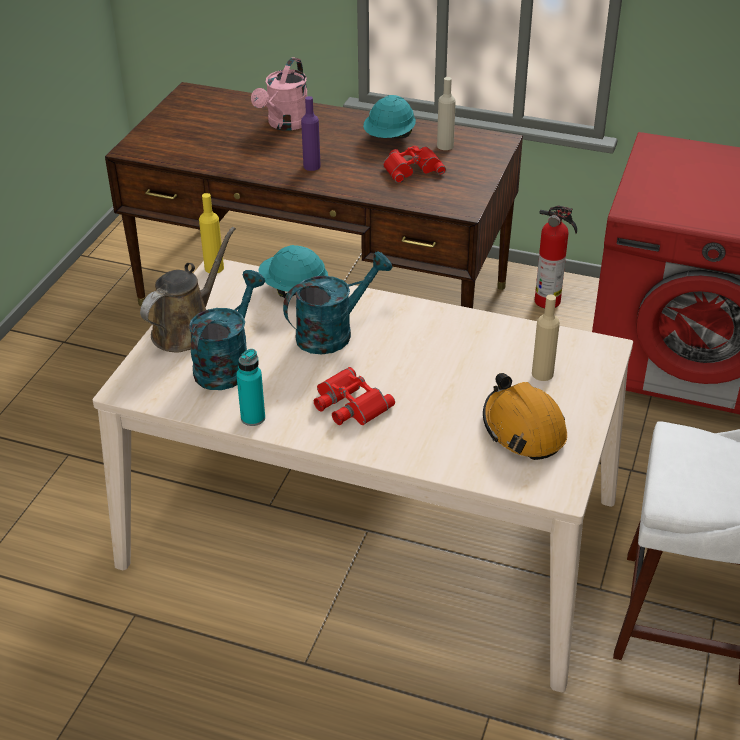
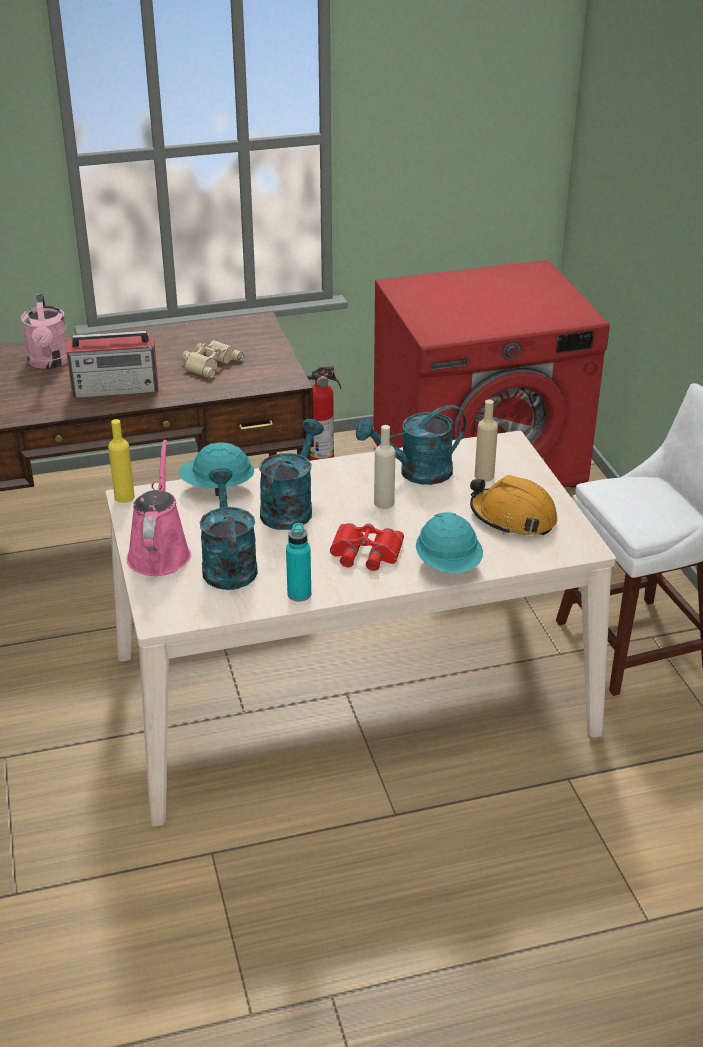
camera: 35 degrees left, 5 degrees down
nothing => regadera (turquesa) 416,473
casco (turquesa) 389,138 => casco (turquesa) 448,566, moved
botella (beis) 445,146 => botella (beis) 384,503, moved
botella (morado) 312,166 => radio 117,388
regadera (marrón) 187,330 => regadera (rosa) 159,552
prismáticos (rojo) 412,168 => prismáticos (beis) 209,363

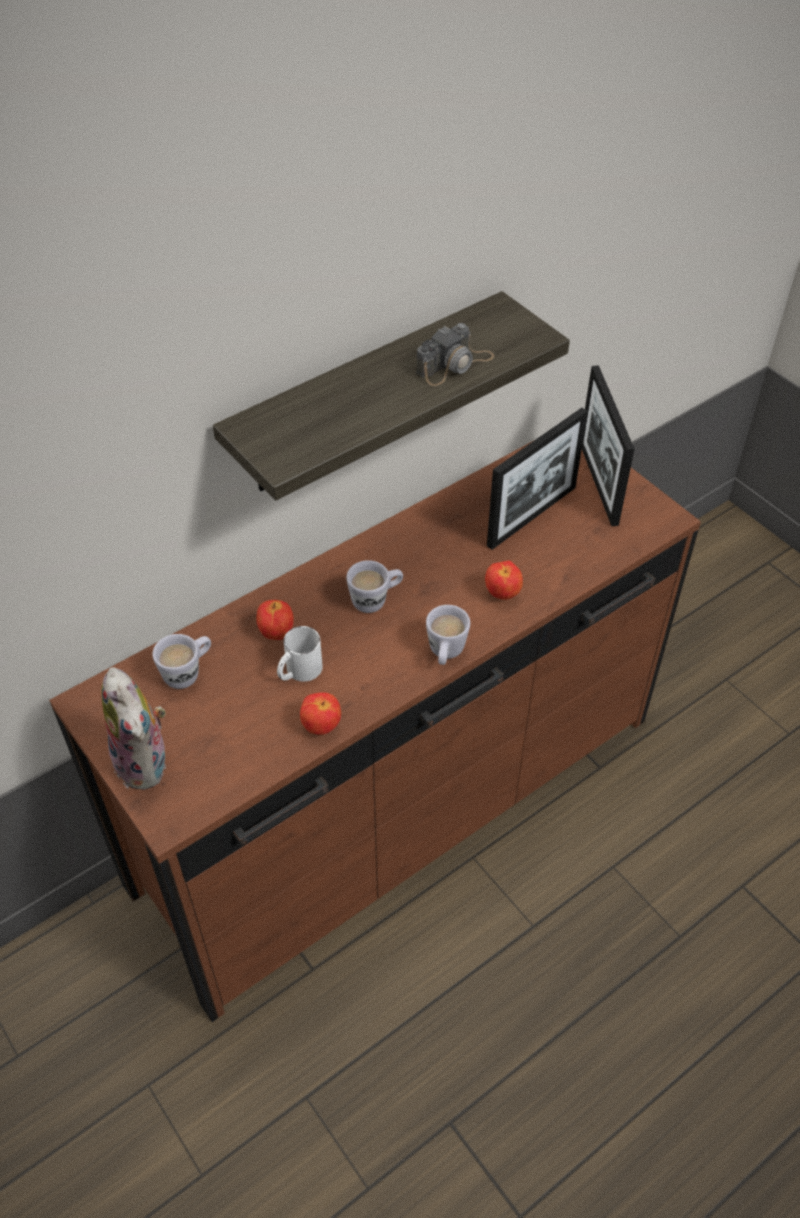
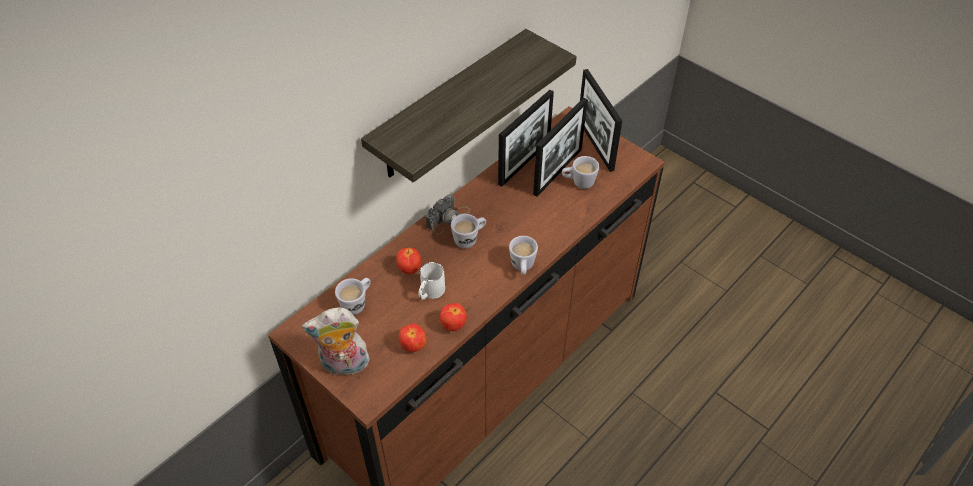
camera: 10 degrees left, 0 degrees up
nothing => portarretratos 524,162
nothing => taza grande (blanco) 578,183
cámara 455,364 => cámara 448,218, moved
manzana 502,594 => manzana 413,346, moved
peluche 146,762 => peluche 344,366, 120 degrees clockwise

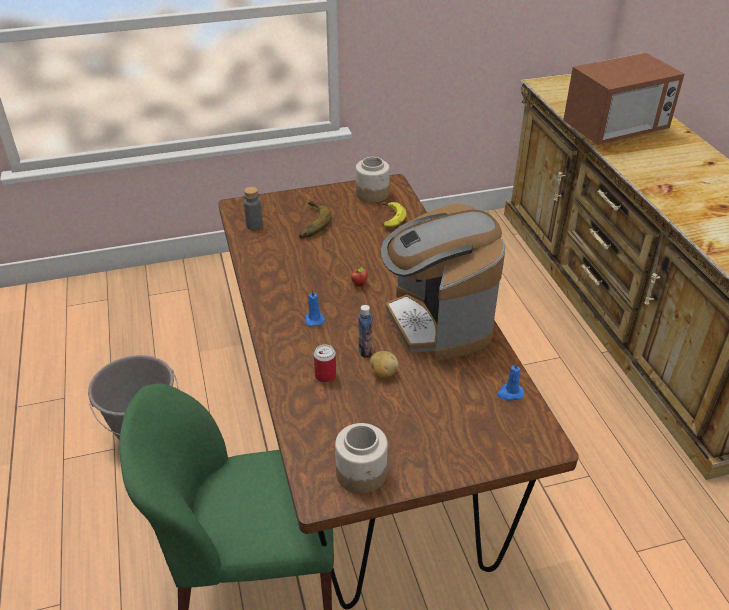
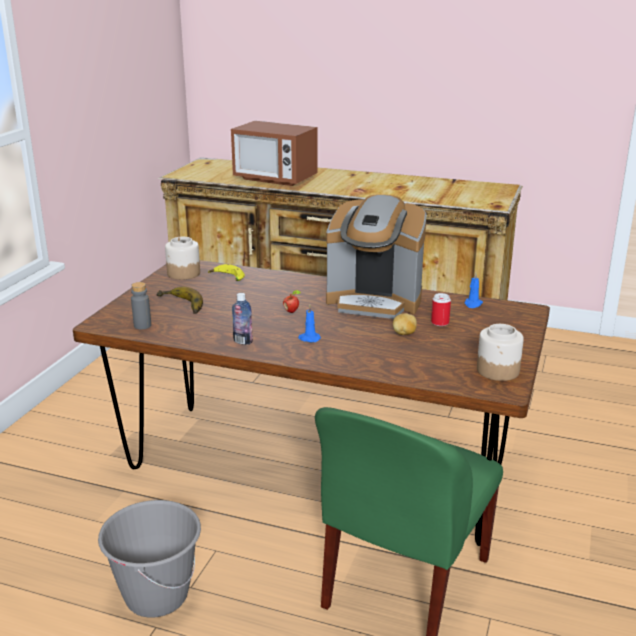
camera: 55 degrees left, 15 degrees down
lata 325,376 => lata 440,323, moved
botella 365,351 => botella 243,341, moved
microondas 615,130 => microondas 275,179, 105 degrees clockwise

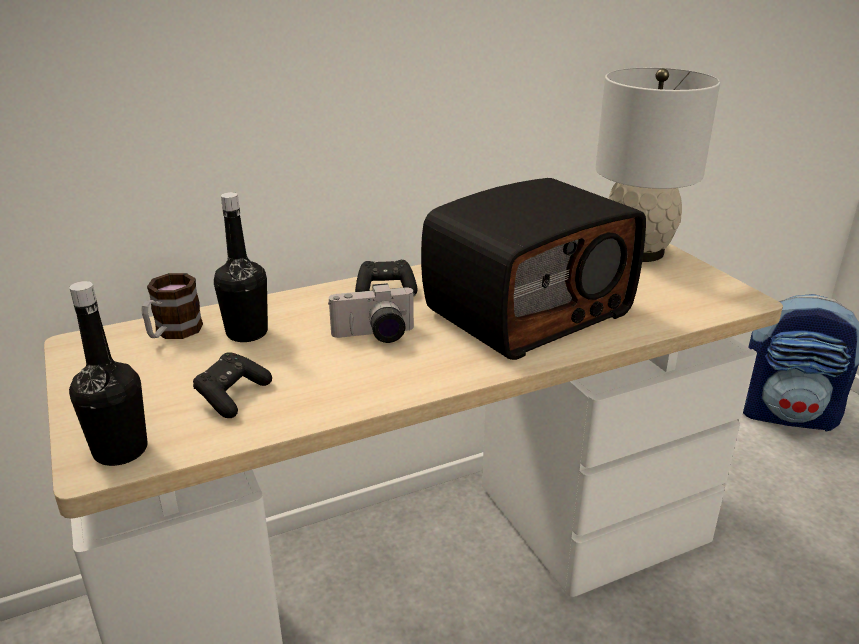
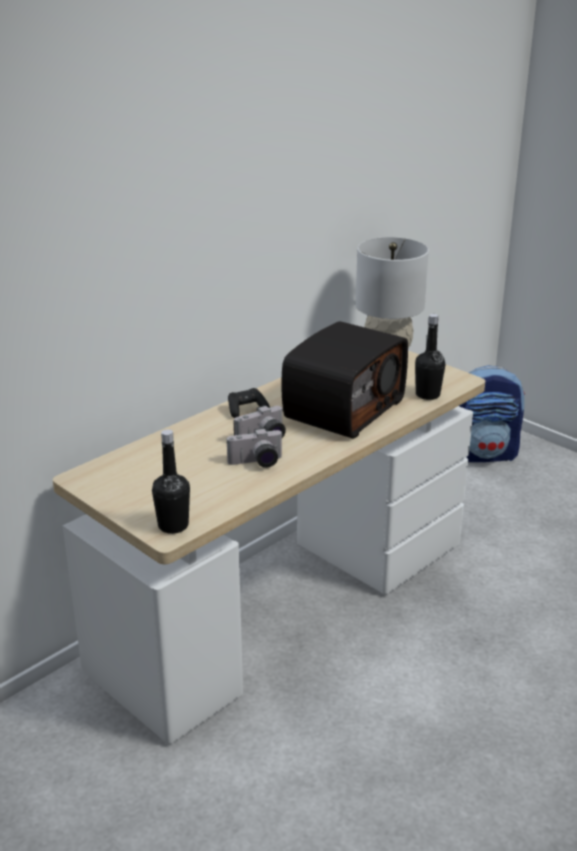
camera: 20 degrees left, 0 degrees up
taza grande 173,333 => nothing
mando de consola (negro) 232,396 => nothing
nothing => cámara 256,463
botella (negro) 247,333 => botella (negro) 427,395, moved

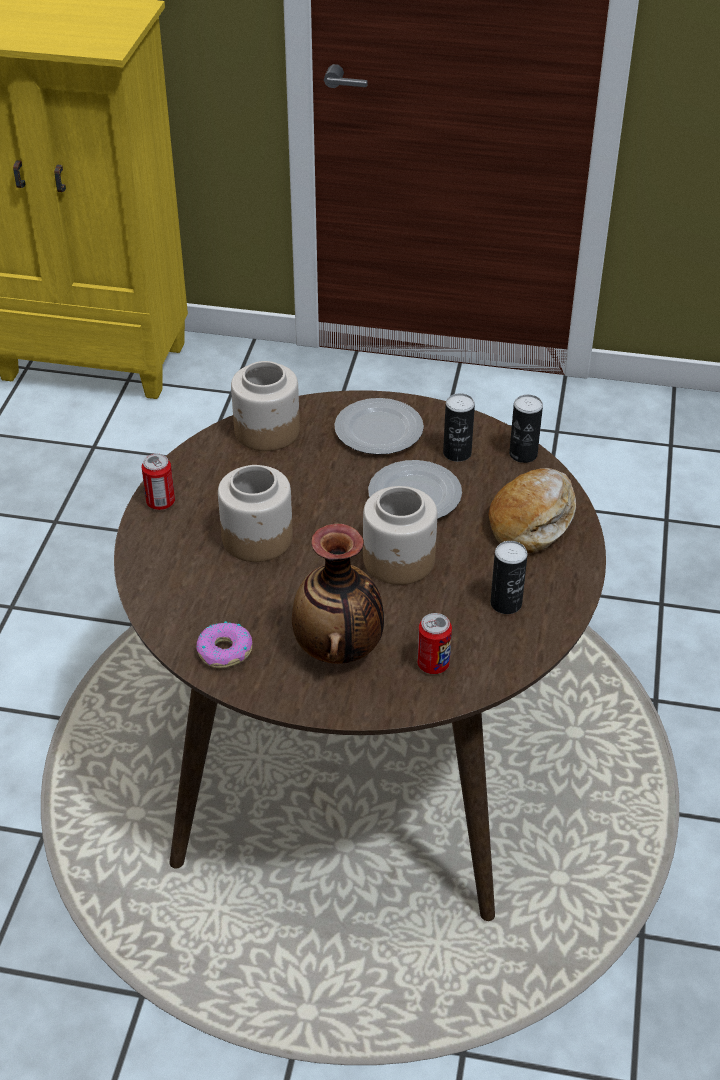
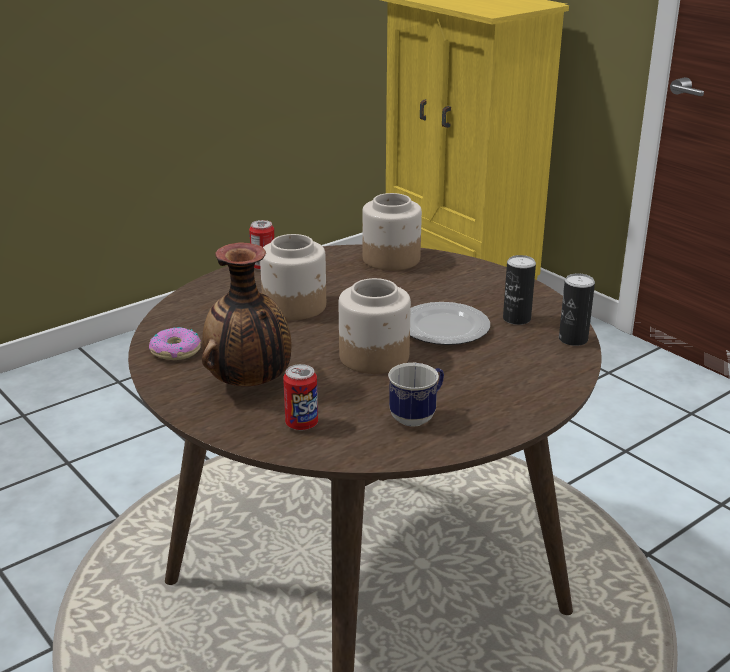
camera: 40 degrees right, 15 degrees down
plato 379,430 => nothing
pan 532,520 => nothing
lata 506,603 => taza grande 417,416

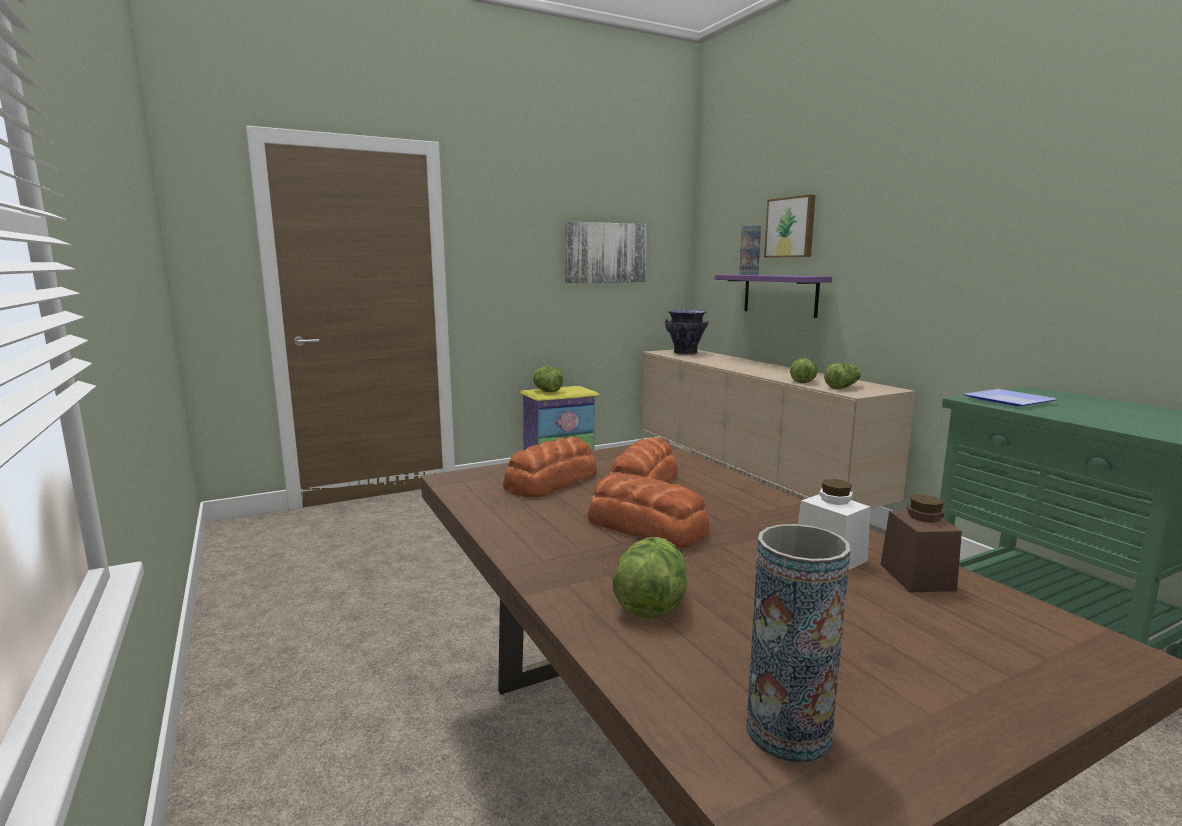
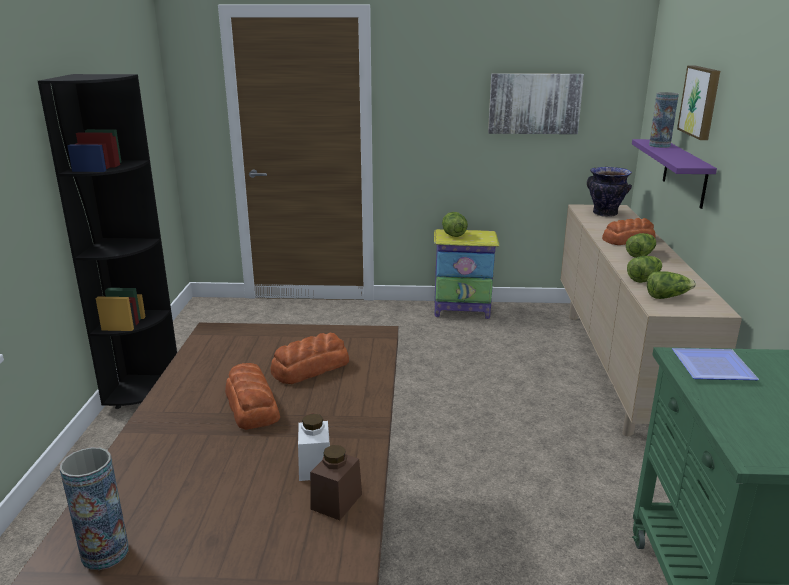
camera: 30 degrees right, 10 degrees up
nothing => estantería (negro) 142,396
pan 550,482 => pan 627,239, moved
lechuga 650,599 => lechuga 640,254, moved

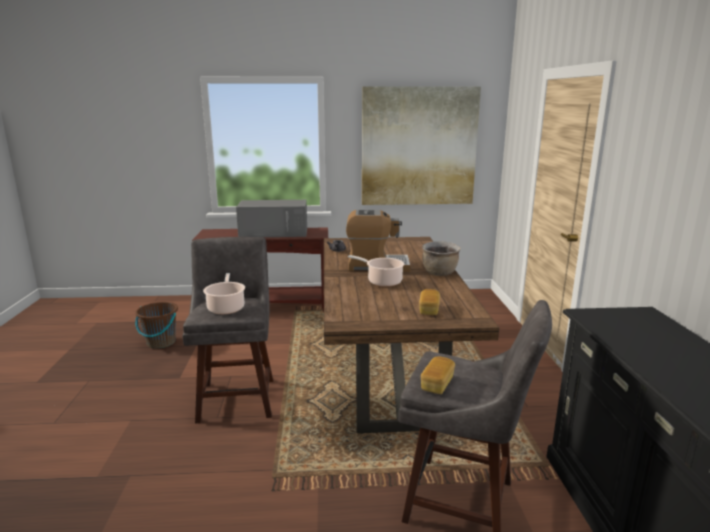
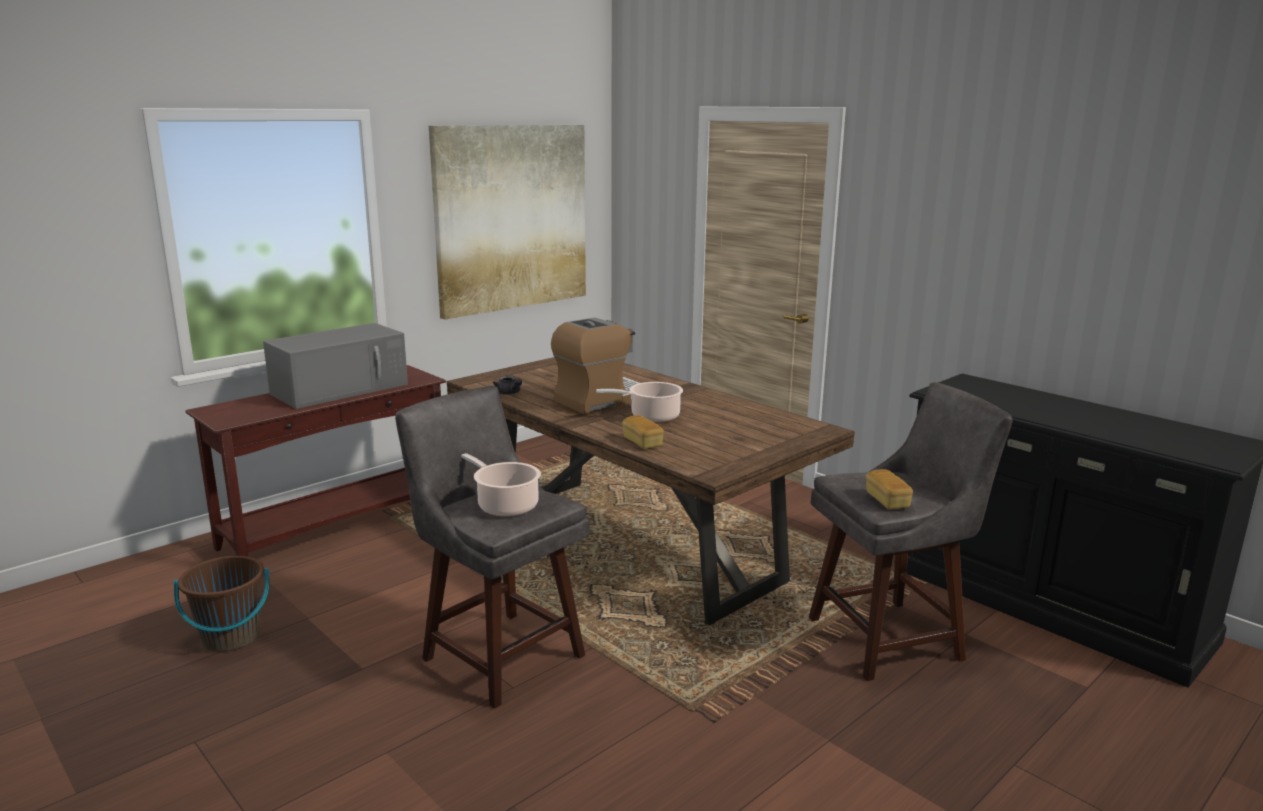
camera: 40 degrees left, 0 degrees up
olla (marrón) 440,273 => nothing
pan 429,310 => pan 642,442, moved

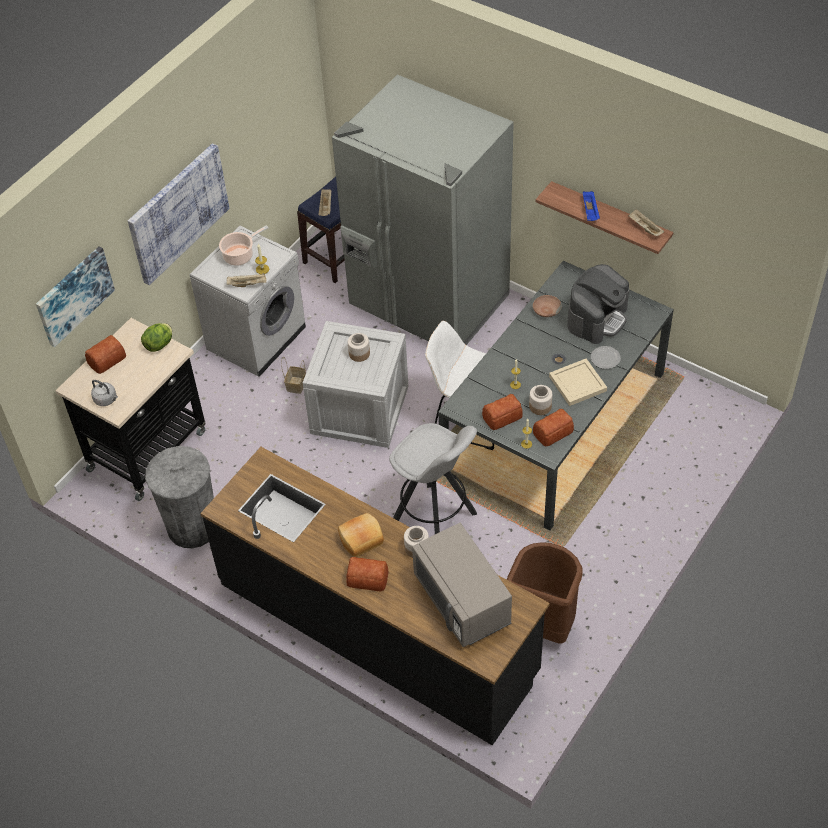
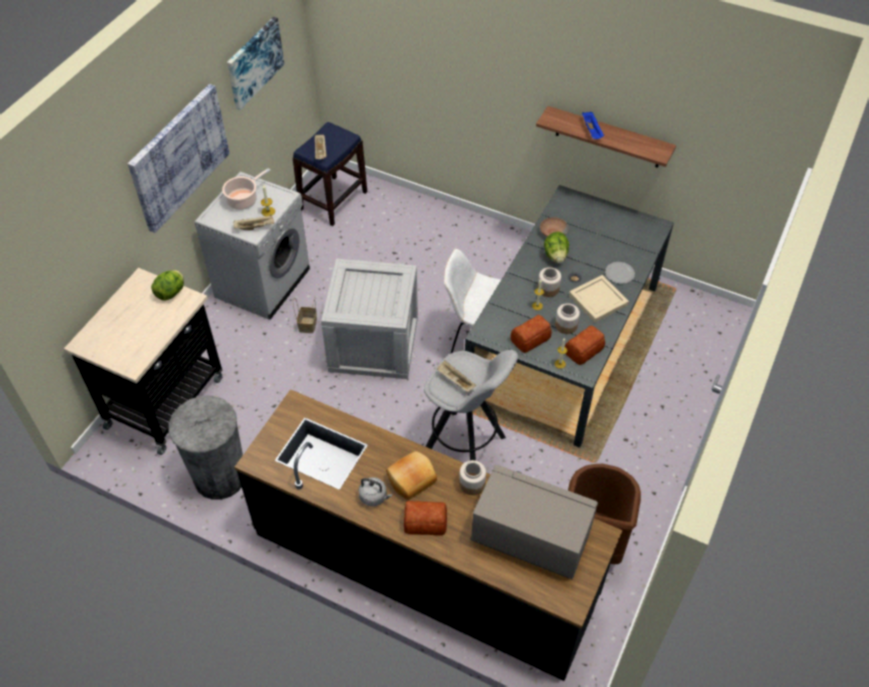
camera: 10 degrees left, 0 degrees up
pan 105,359 => nothing
nevera (gris) 429,302 => nothing
cafetera 597,318 => nothing
nothing => lechuga 555,256
cuadro 74,295 => cuadro 254,62, moved
hervidor (gris) 106,400 => hervidor (gris) 374,497, moved
tarro 359,354 => tarro 548,289, moved
bandeja (beis) 644,228 => bandeja (beis) 455,381, moved
microondas (gris) 462,600 => microondas (gris) 530,537, 150 degrees clockwise

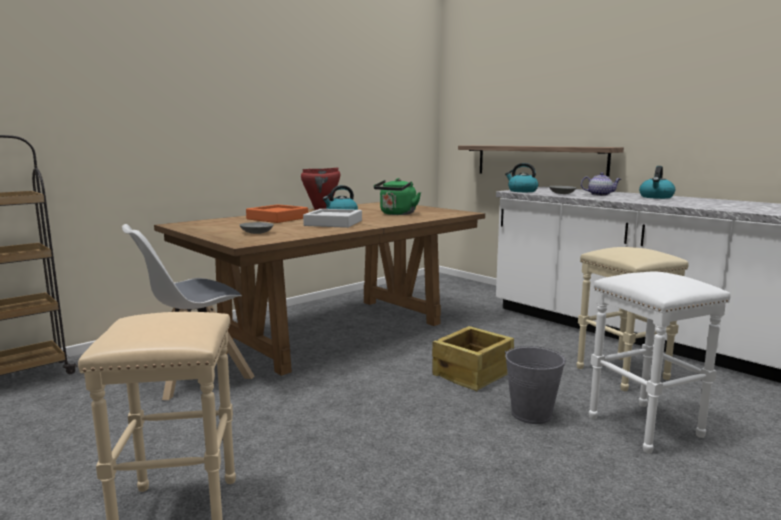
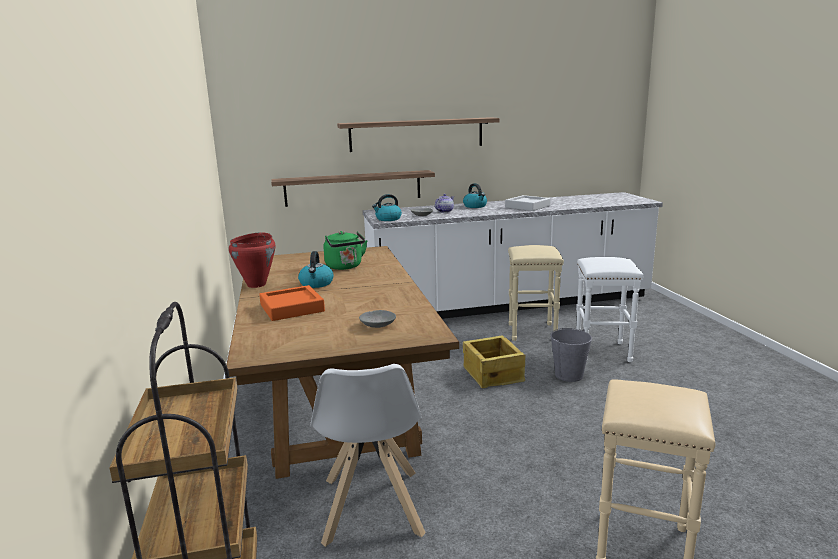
camera: 60 degrees left, 5 degrees up
nothing => estante 416,134
bandeja (gris) 333,223 => bandeja (gris) 527,206, moved

